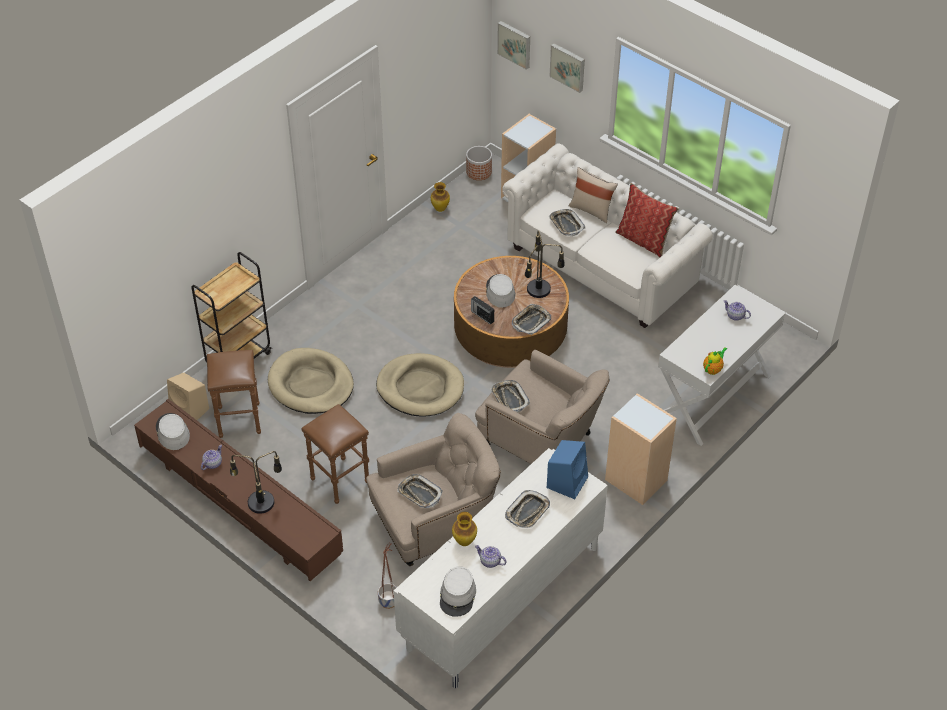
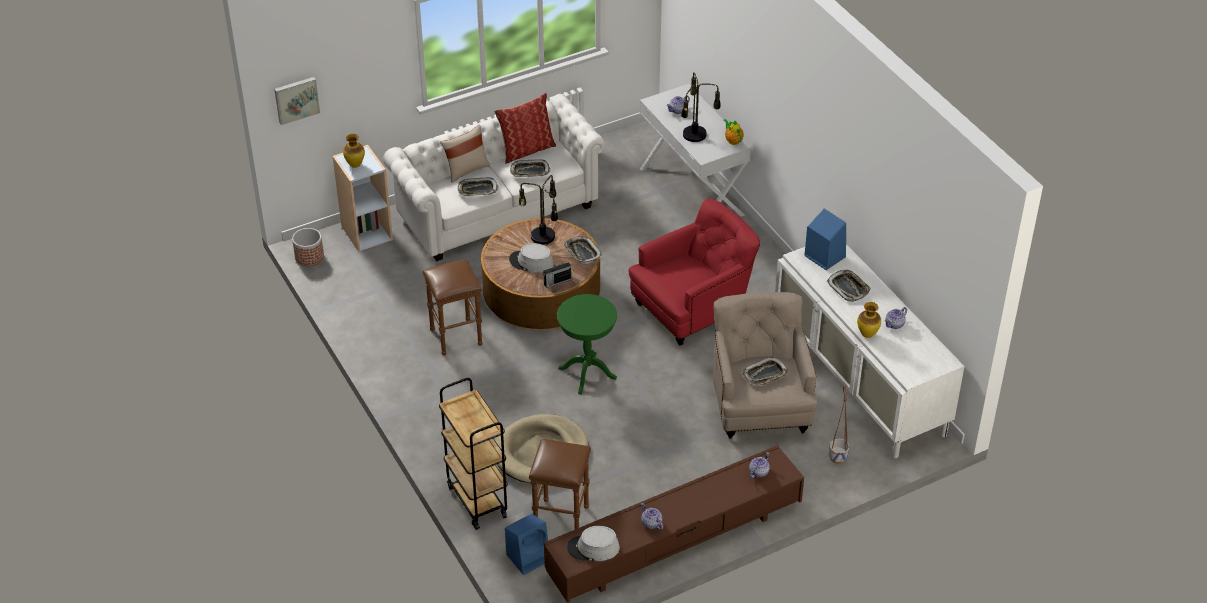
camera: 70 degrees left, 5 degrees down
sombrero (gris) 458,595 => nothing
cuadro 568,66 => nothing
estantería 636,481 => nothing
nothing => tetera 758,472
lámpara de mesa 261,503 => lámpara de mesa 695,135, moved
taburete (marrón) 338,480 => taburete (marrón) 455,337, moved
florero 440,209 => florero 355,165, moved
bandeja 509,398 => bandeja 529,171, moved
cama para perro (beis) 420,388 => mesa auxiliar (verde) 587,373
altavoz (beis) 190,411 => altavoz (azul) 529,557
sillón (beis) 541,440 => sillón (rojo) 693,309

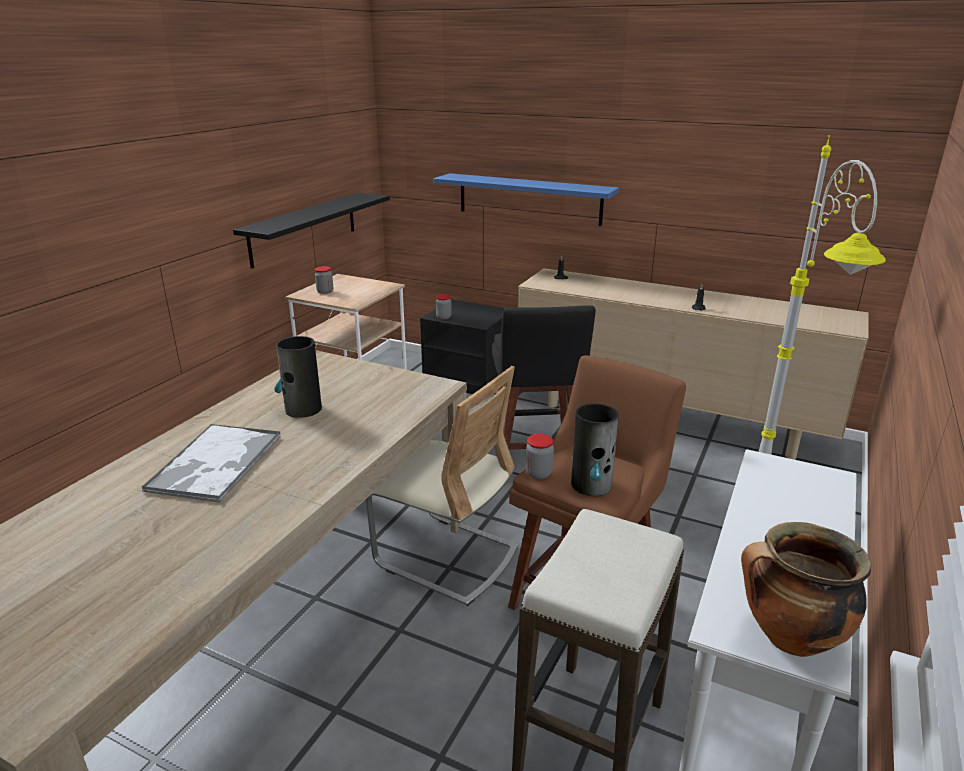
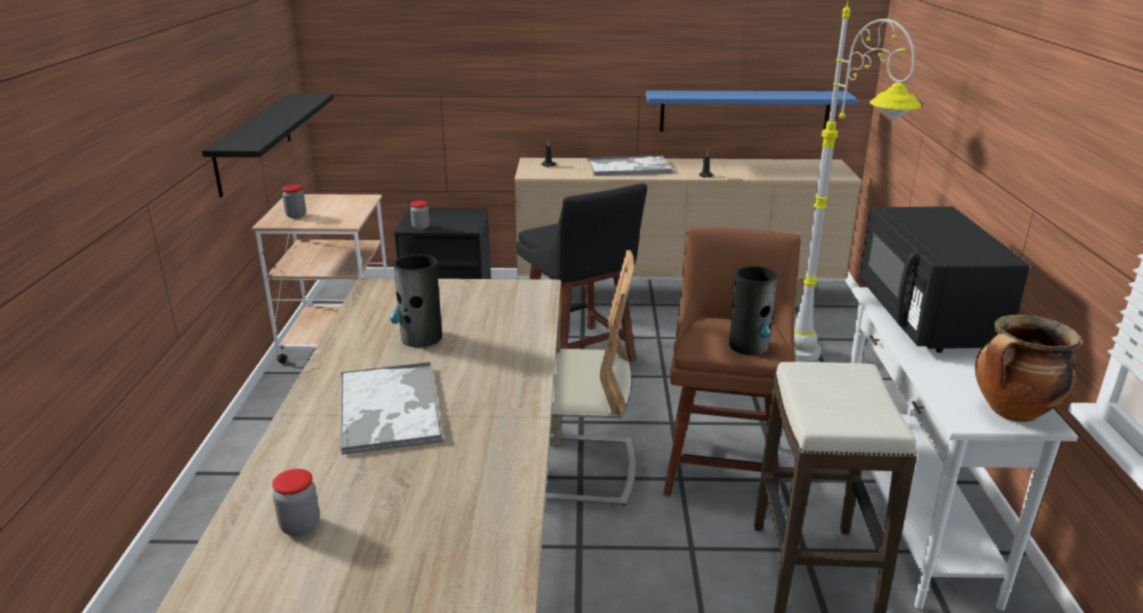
camera: 25 degrees left, 0 degrees up
nothing => bandeja 630,167
nothing => microondas (negro) 927,317
estante (azul) 529,199 => estante (azul) 744,111, moved
tarro 538,473 => tarro 300,526, moved

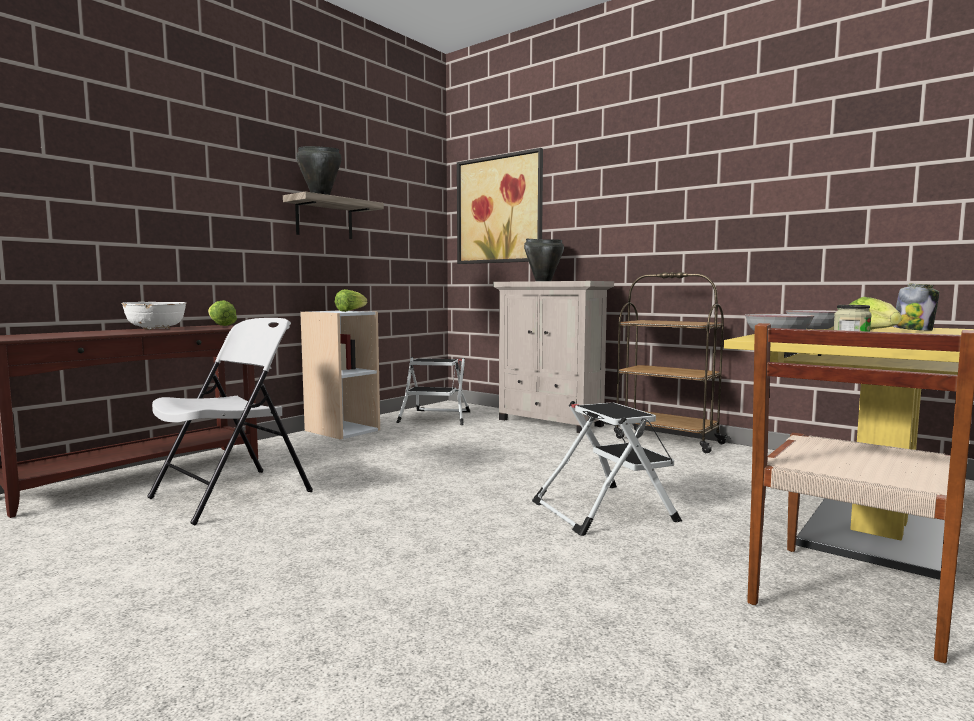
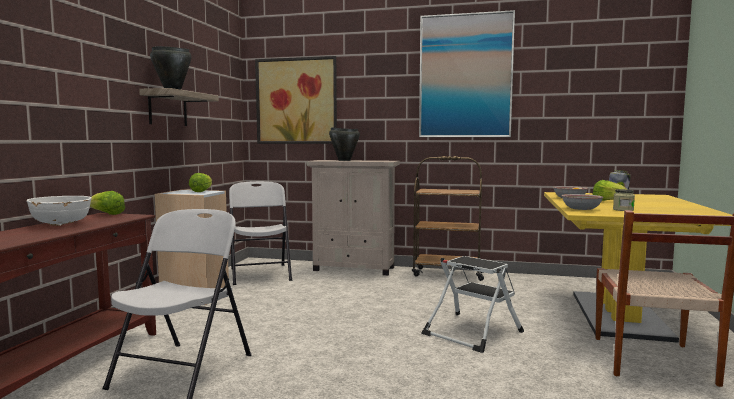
camera: 25 degrees left, 0 degrees up
nothing => cuadro 465,76
escalera de tijera 436,417 => silla (blanco) 260,274

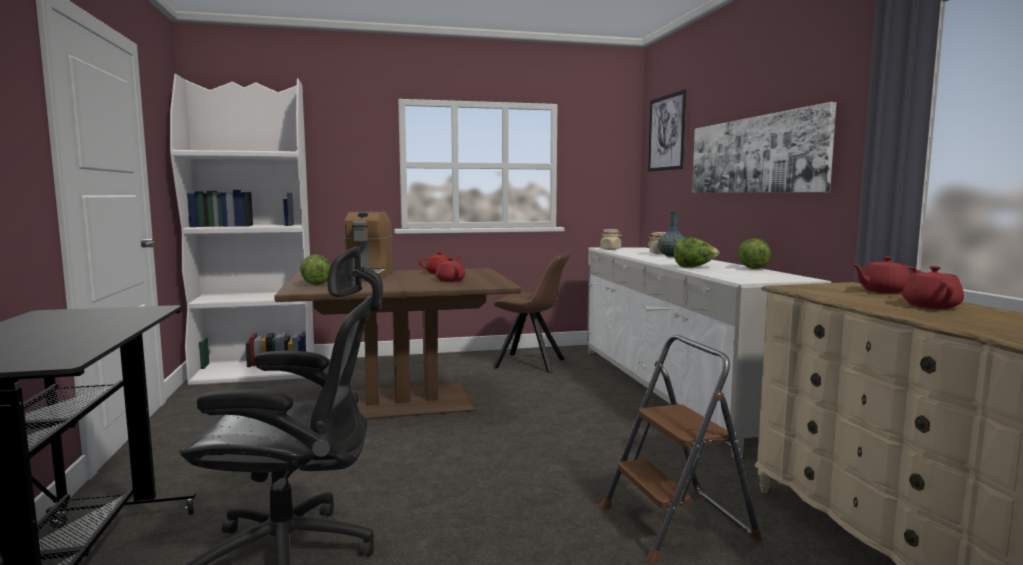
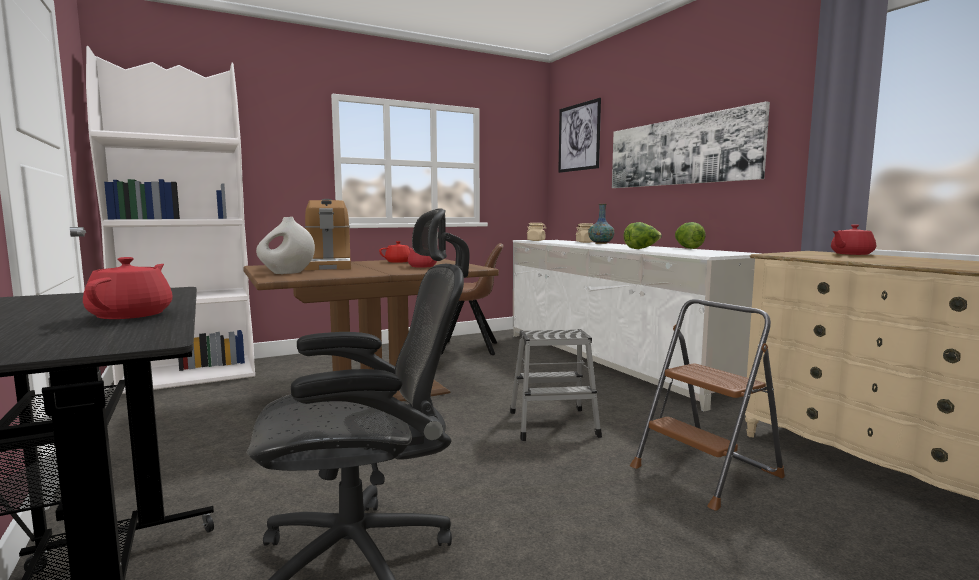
camera: 15 degrees left, 0 degrees up
nothing => escalera de tijera (gris) 553,423
tetera (rojo) 931,306 => tetera (rojo) 132,315, moved
lechuga 316,284 => florero (blanco) 287,273

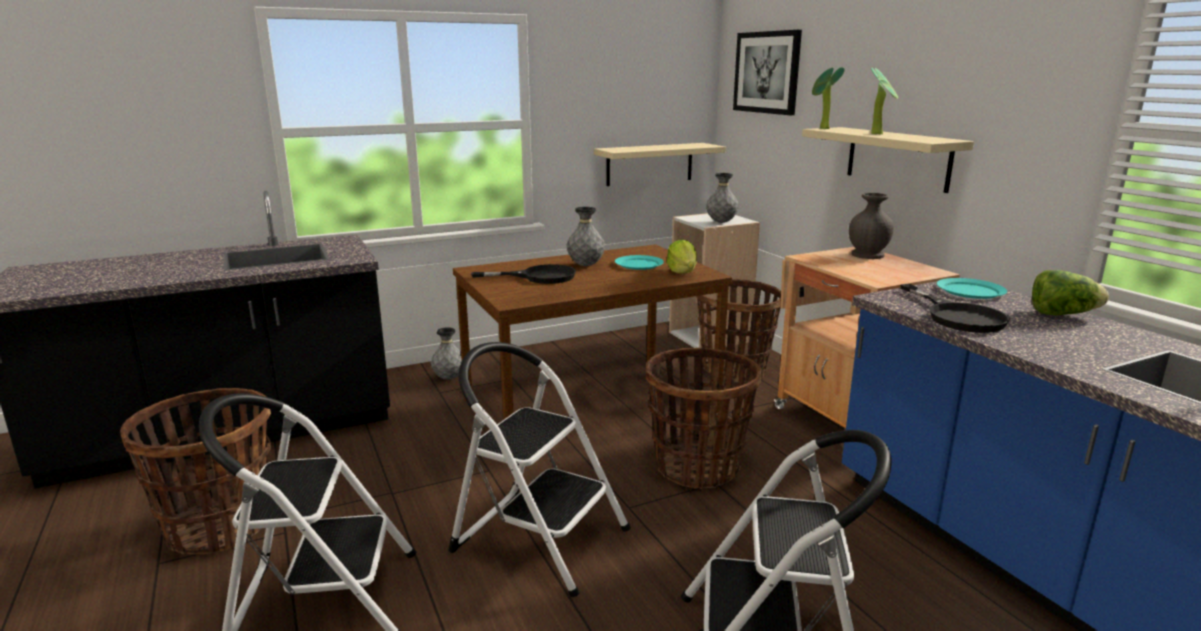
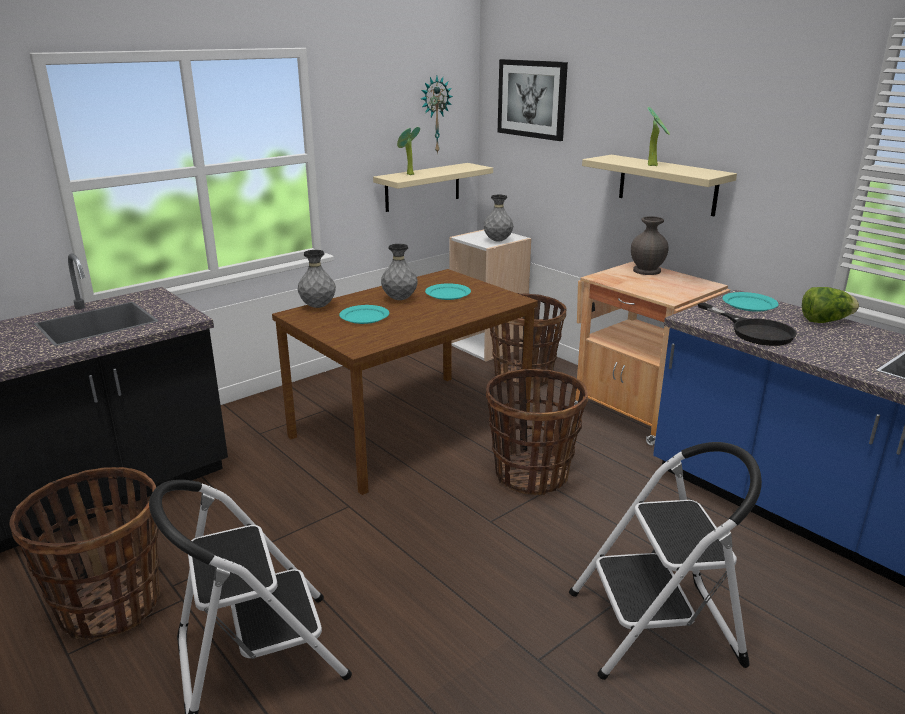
camera: 15 degrees left, 5 degrees up
escalera de tijera 536,538 => nothing
lechuga 682,272 => nothing
nothing => reloj de pared 434,115
florero (gris) 449,378 => florero (gris) 318,307, moved
planta en maceta 822,129 => planta en maceta 408,174, moved
sartén (negro) 539,277 => plato (turquesa) 364,316

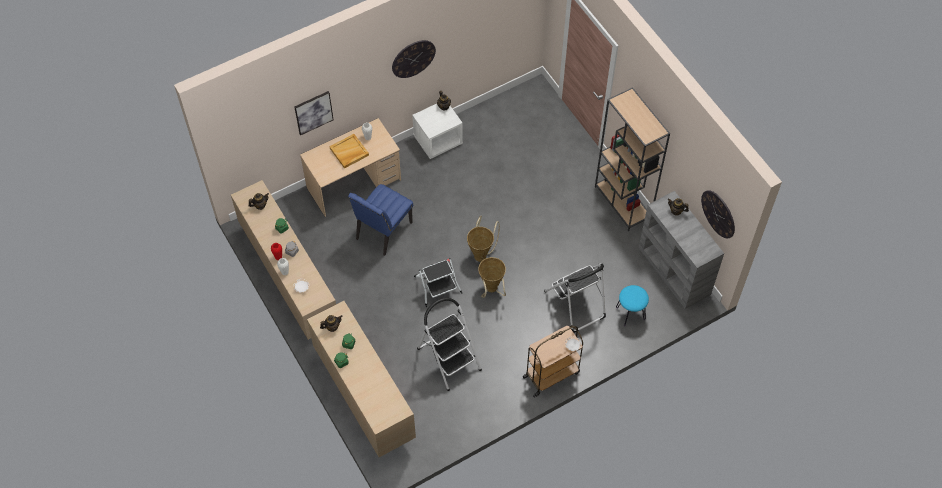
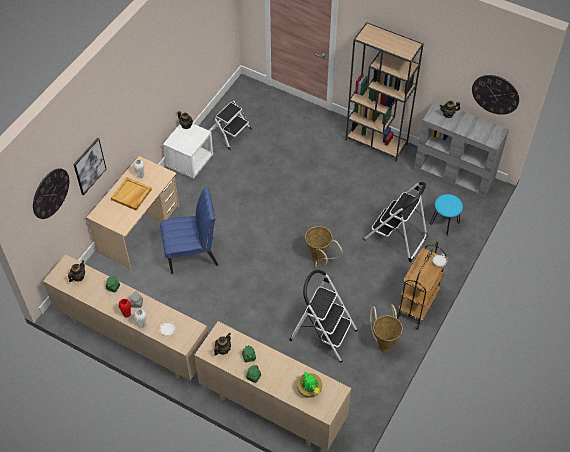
camera: 30 degrees left, 5 degrees down
nothing => planta en maceta 309,390
reloj de pared 413,58 => reloj de pared 50,193, moved
escalera de tijera 437,285 => escalera de tijera 228,132, moved
cesta 481,254 => cesta 384,343, moved
silla (azul) 384,230 => silla (azul) 192,255, 105 degrees counterclockwise

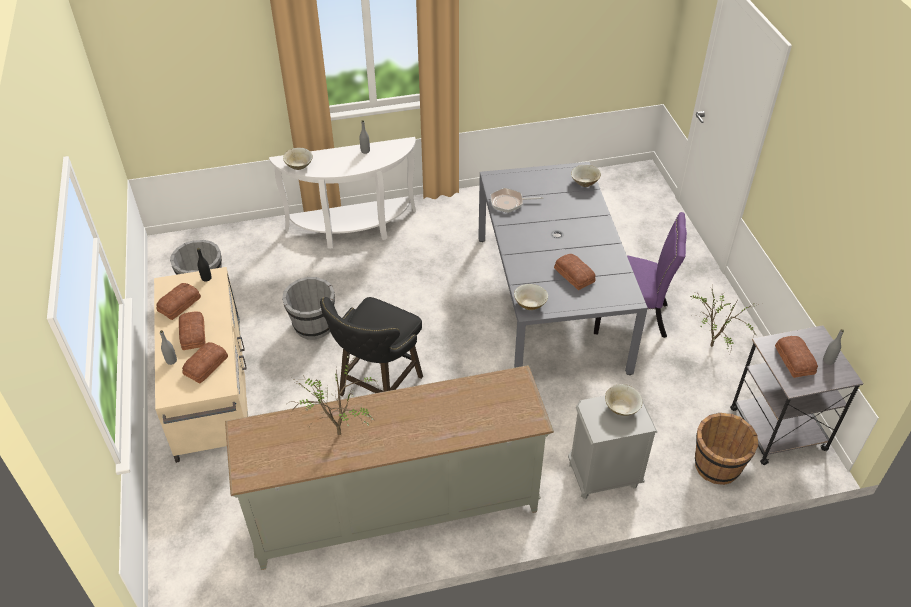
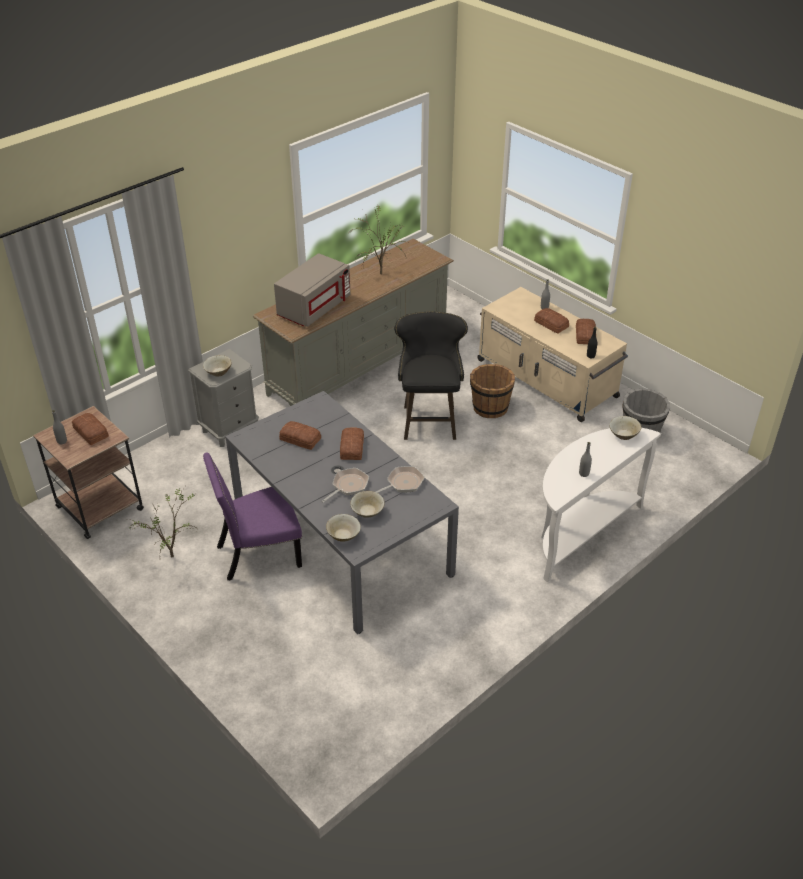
camera: 150 degrees right, 5 degrees down
cubo (gris) 313,326 => nothing
nothing => microondas (gris) 314,308
nothing => sartén 348,486
pan 205,366 => pan 353,447, moved
cuenco (beis) 530,304 => cuenco (beis) 367,512, moved
cubo (marrón) 717,466 => cubo (marrón) 490,407, moved
carrito (gris) 776,429 => carrito (marrón) 101,507

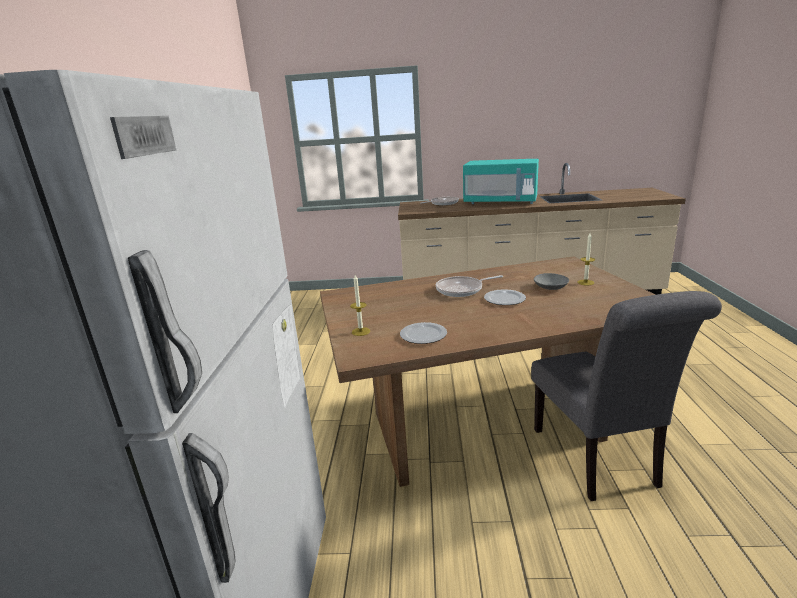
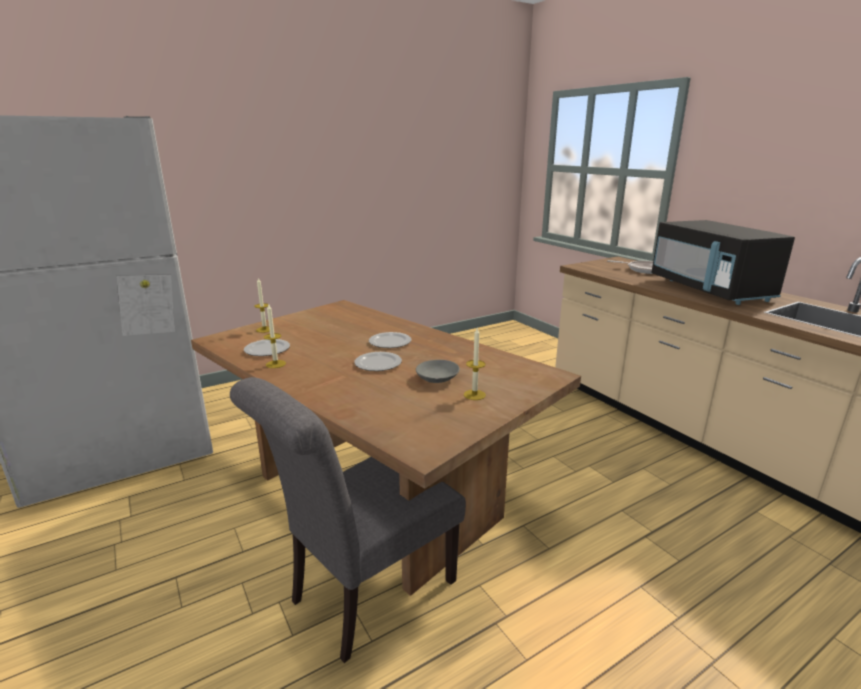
camera: 55 degrees right, 0 degrees up
nothing => vela 275,364
sartén 462,290 => plato 390,342
microondas (turquesa) 501,202 => microondas (negro) 709,290

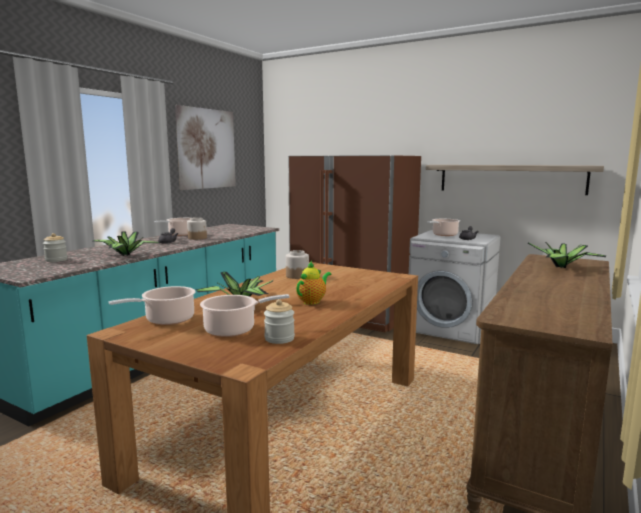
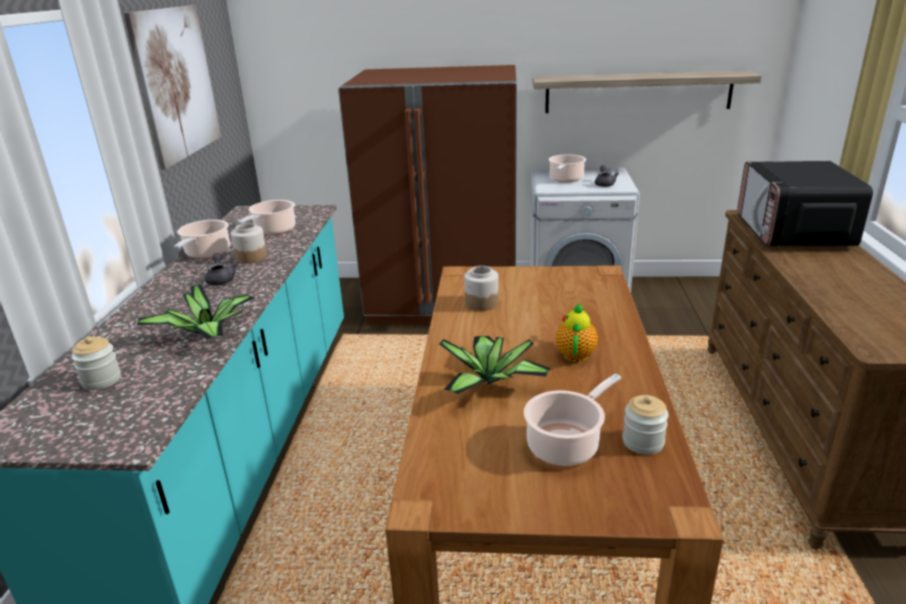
camera: 25 degrees left, 15 degrees up
olla 167,320 => olla 273,231, moved
planta en maceta 562,267 => microondas 793,232

